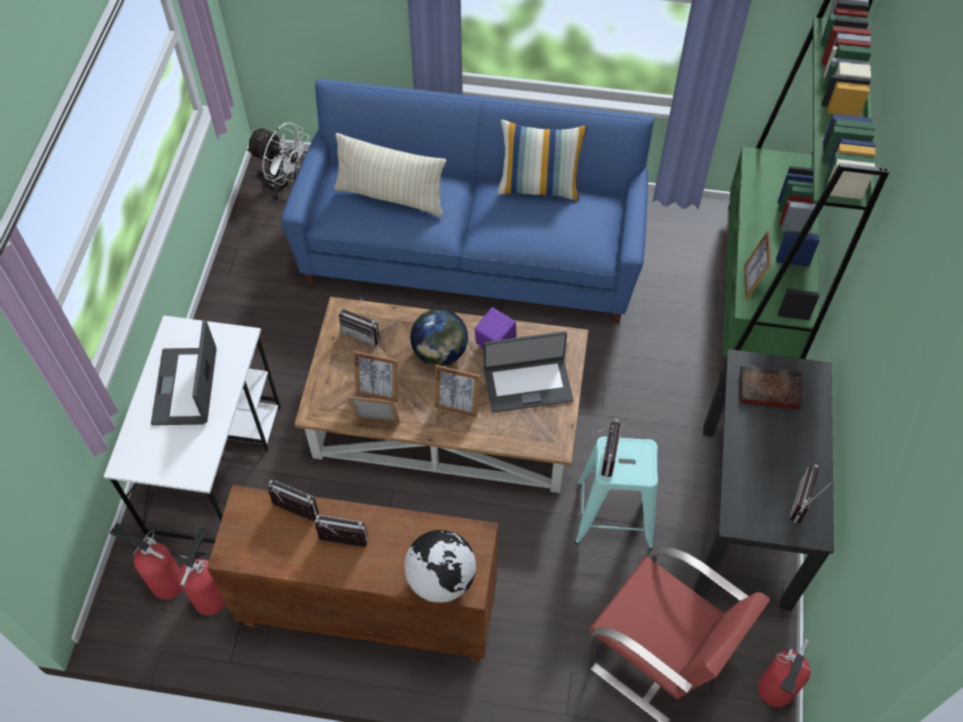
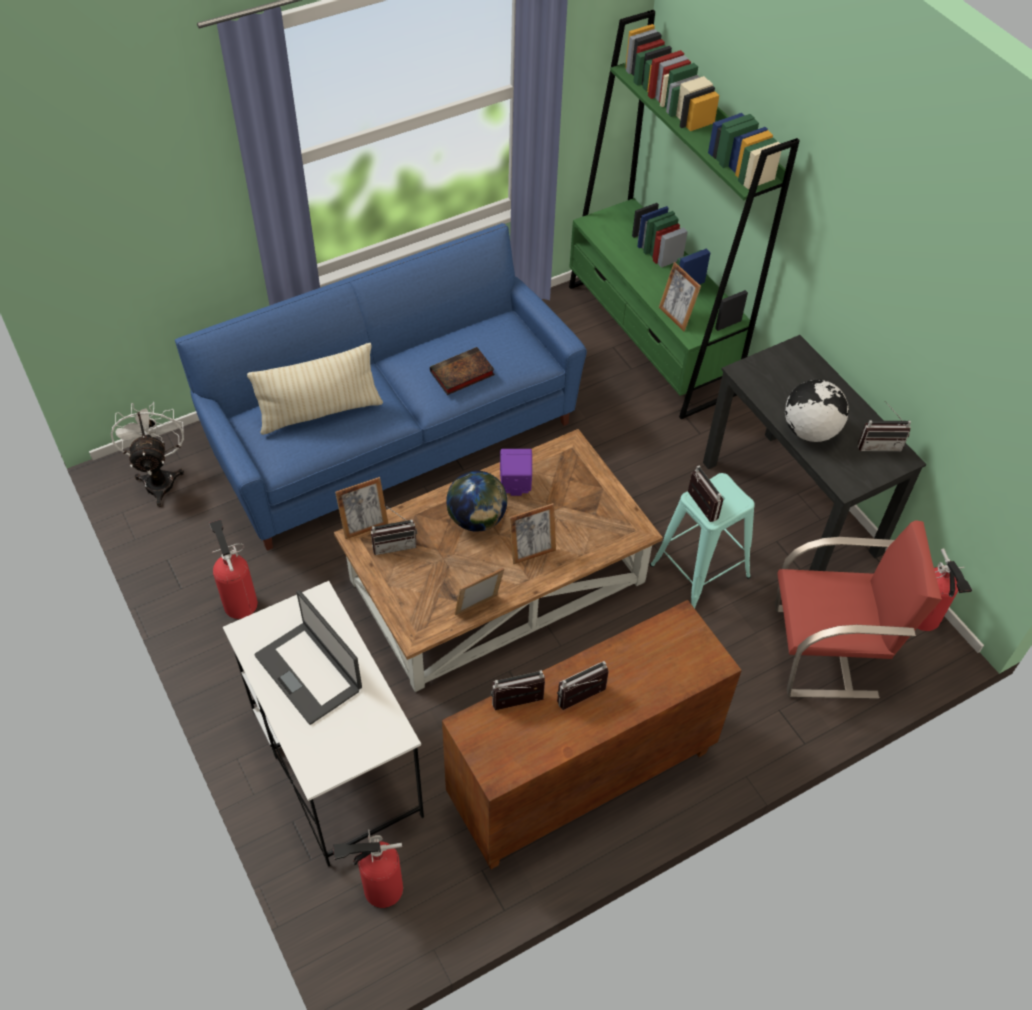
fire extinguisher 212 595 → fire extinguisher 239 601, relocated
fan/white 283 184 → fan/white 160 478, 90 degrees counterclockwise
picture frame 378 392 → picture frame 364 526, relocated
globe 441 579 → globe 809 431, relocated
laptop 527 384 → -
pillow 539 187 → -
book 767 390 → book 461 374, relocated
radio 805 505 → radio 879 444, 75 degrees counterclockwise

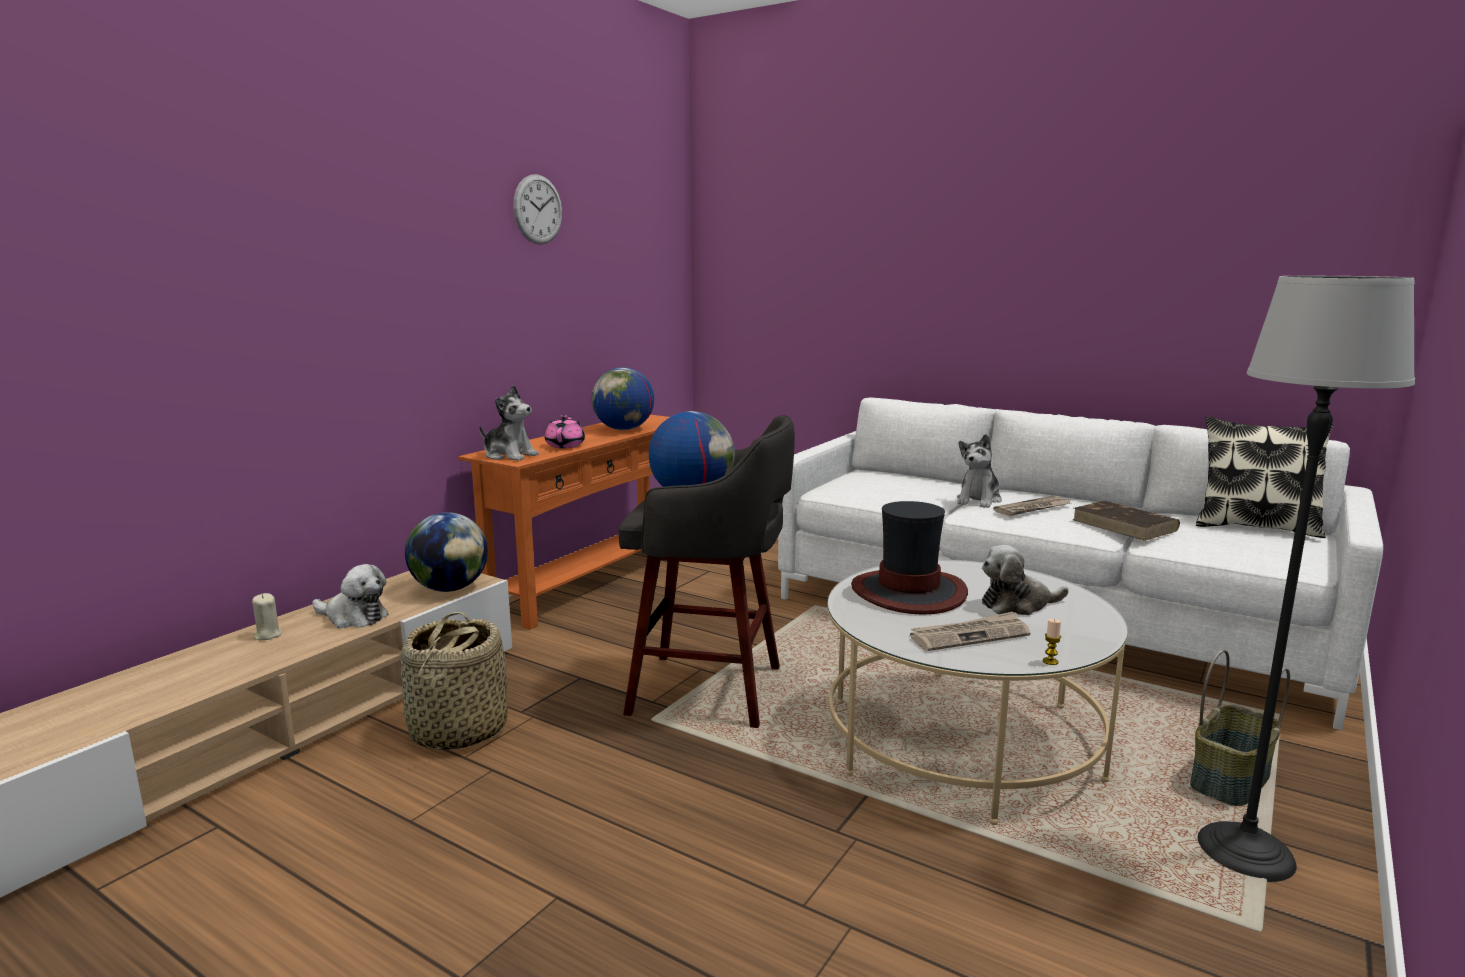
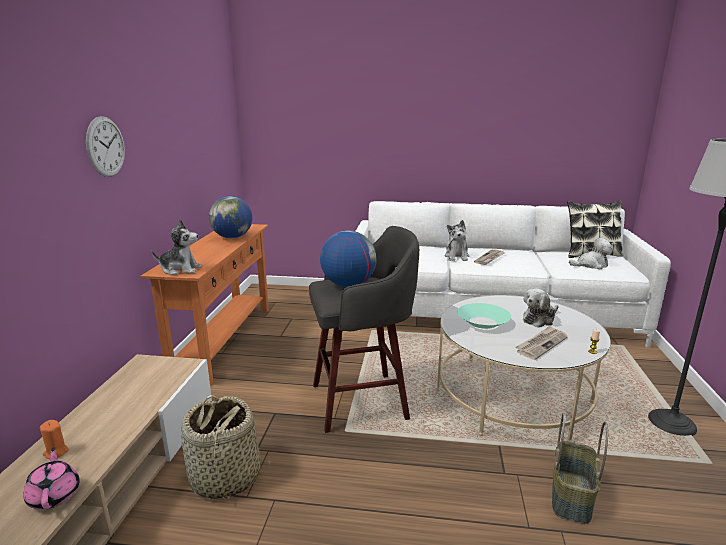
candle/beige 267 635 → candle/orange 56 452
plush toy 353 617 → plush toy 591 265, relocated
globe 450 588 → -
wall clock 538 209 → wall clock 105 147, relocated
teapot/pink 565 445 → teapot/pink 55 495, relocated
hat 909 592 → bowl/turquoise 482 322
book/brown 1125 525 → -
basket 1231 781 → basket 572 497, relocated

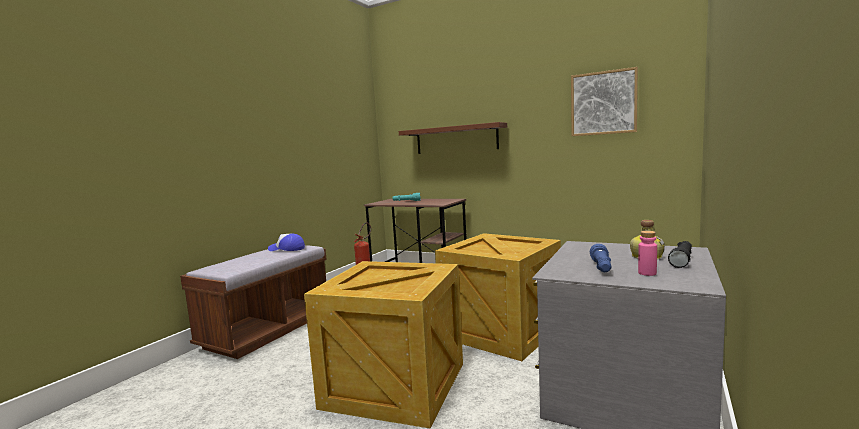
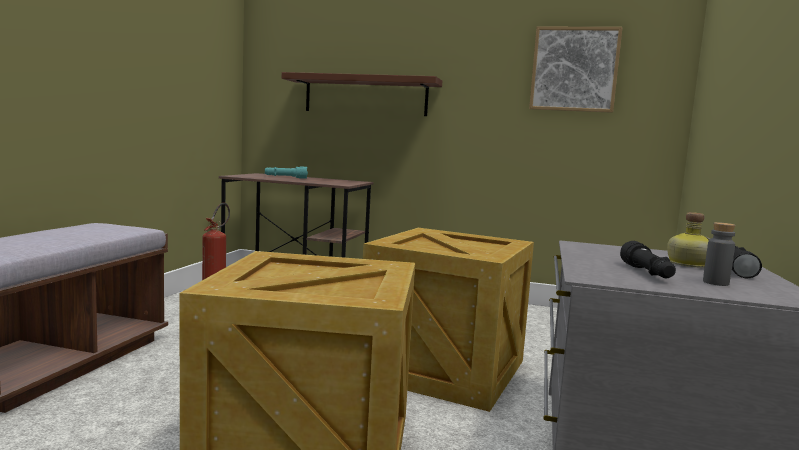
cap 287 249 → -
flashlight/blue 601 267 → flashlight/black 647 273
bottle/pink 647 273 → bottle/grey 715 283

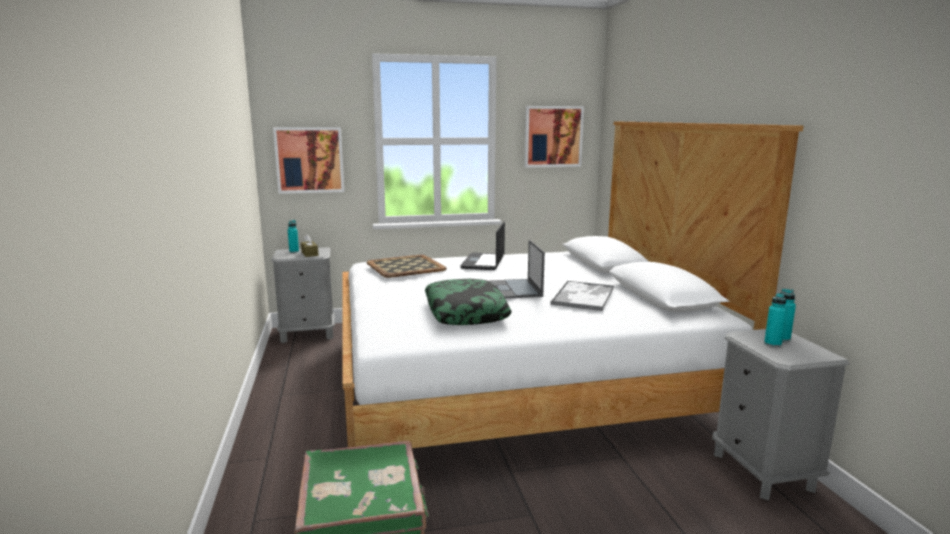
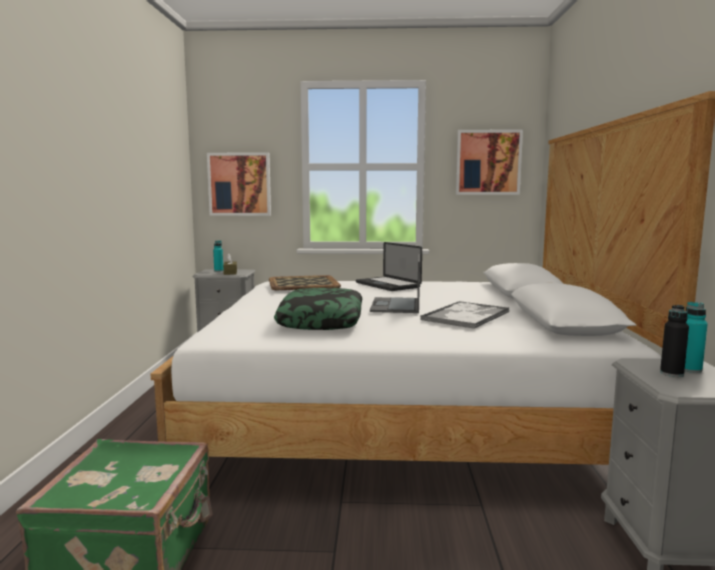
laptop 483 262 → laptop 387 285, 60 degrees counterclockwise
bottle/turquoise 772 344 → bottle/black 671 373

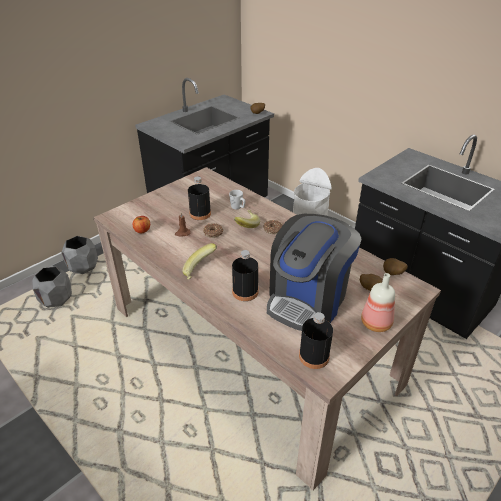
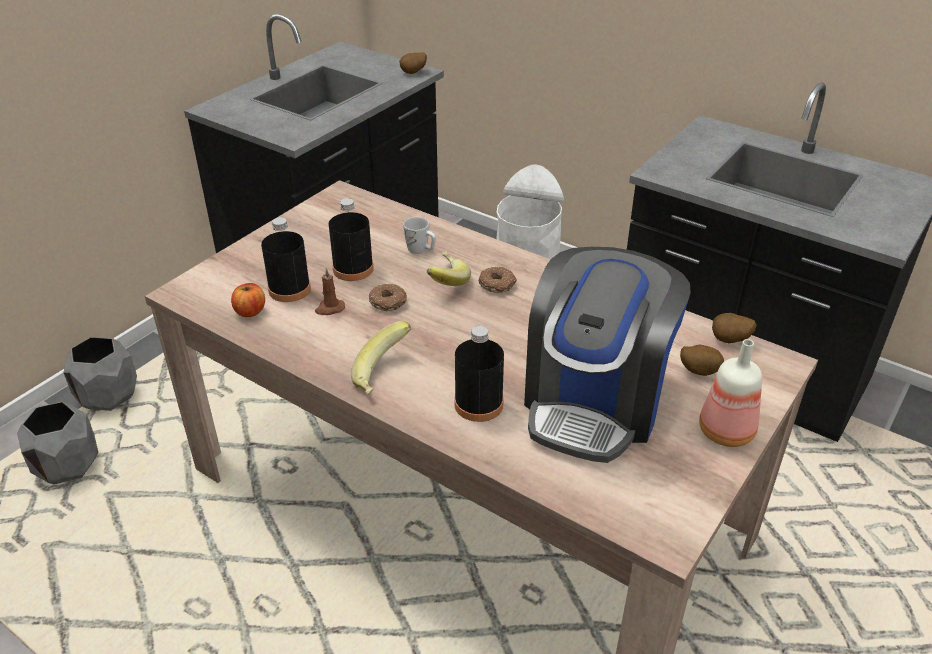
bottle/black 314 356 → bottle/black 289 289, relocated

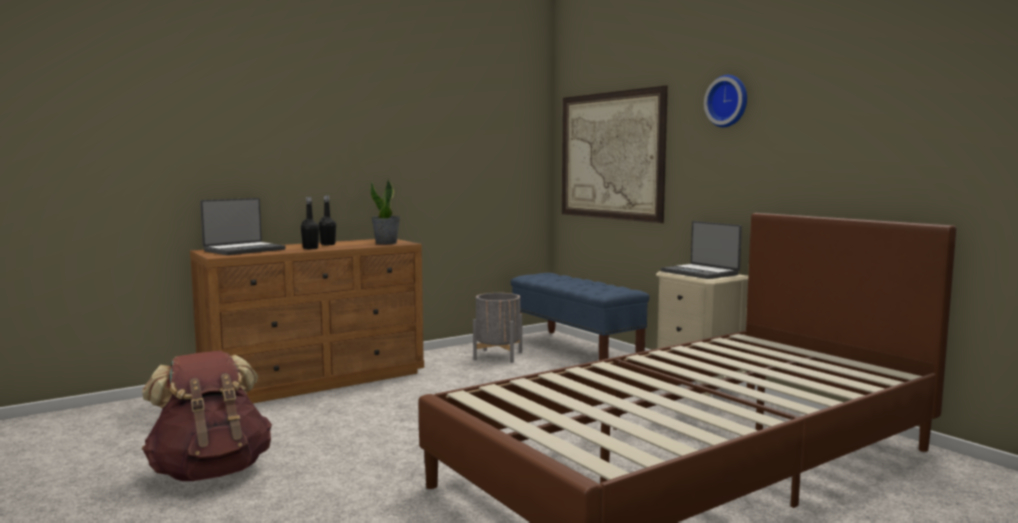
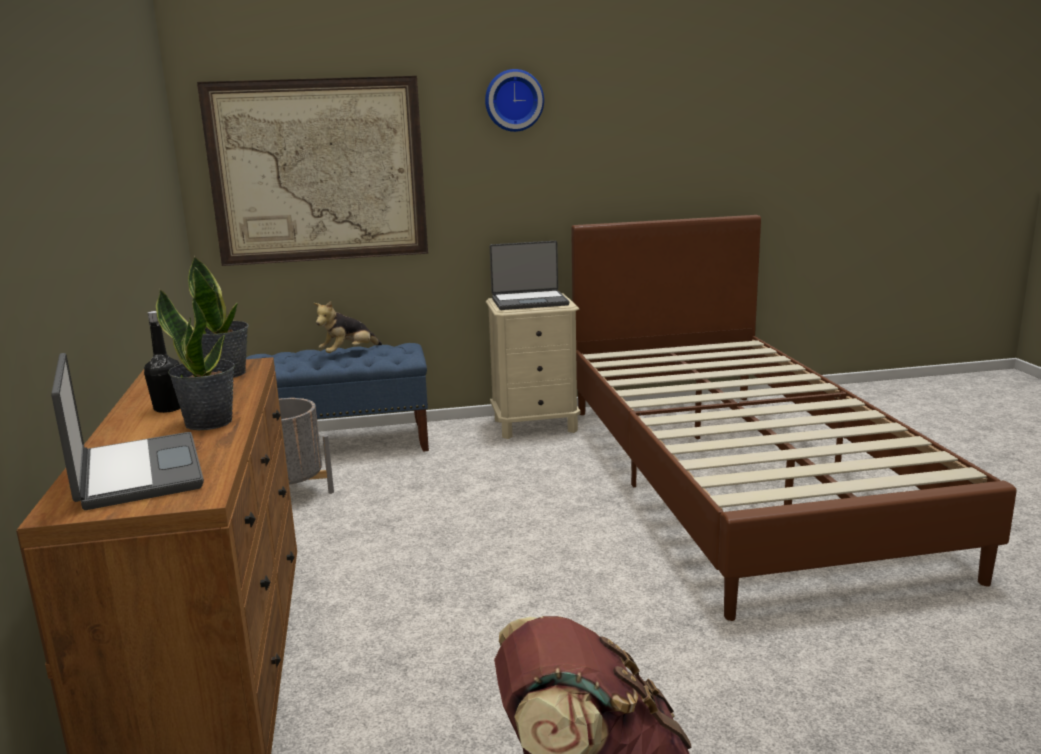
bottle/black 310 248 → potted plant 209 422
- → plush toy 348 353

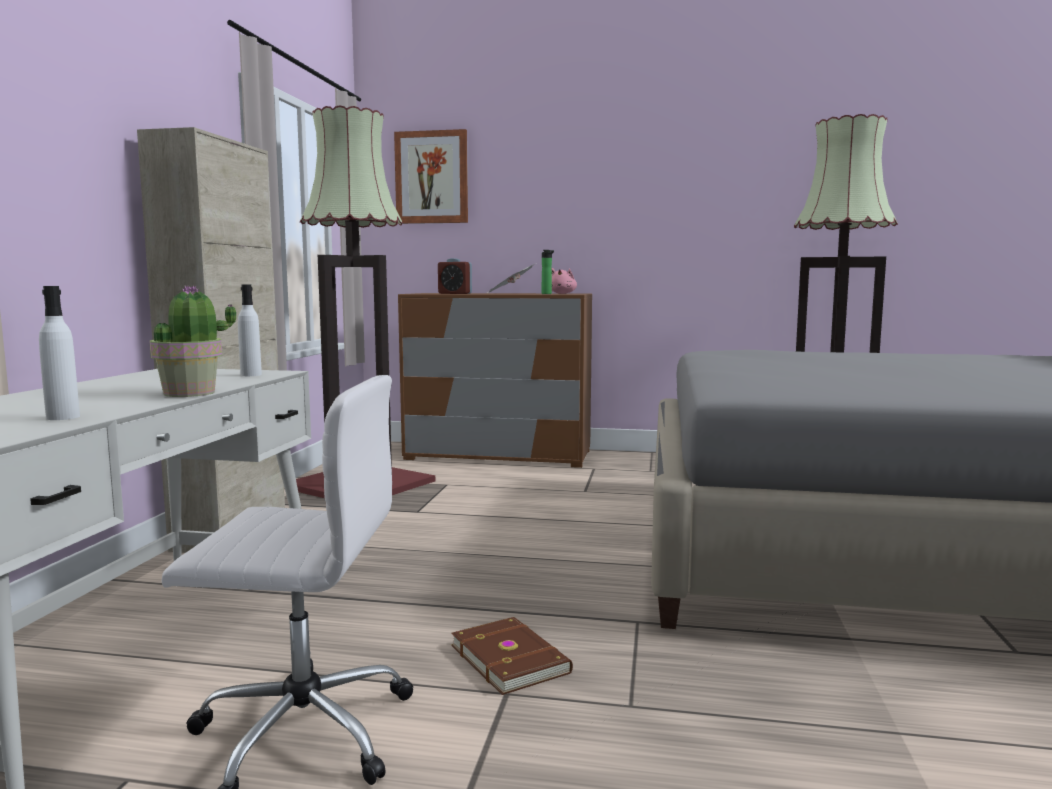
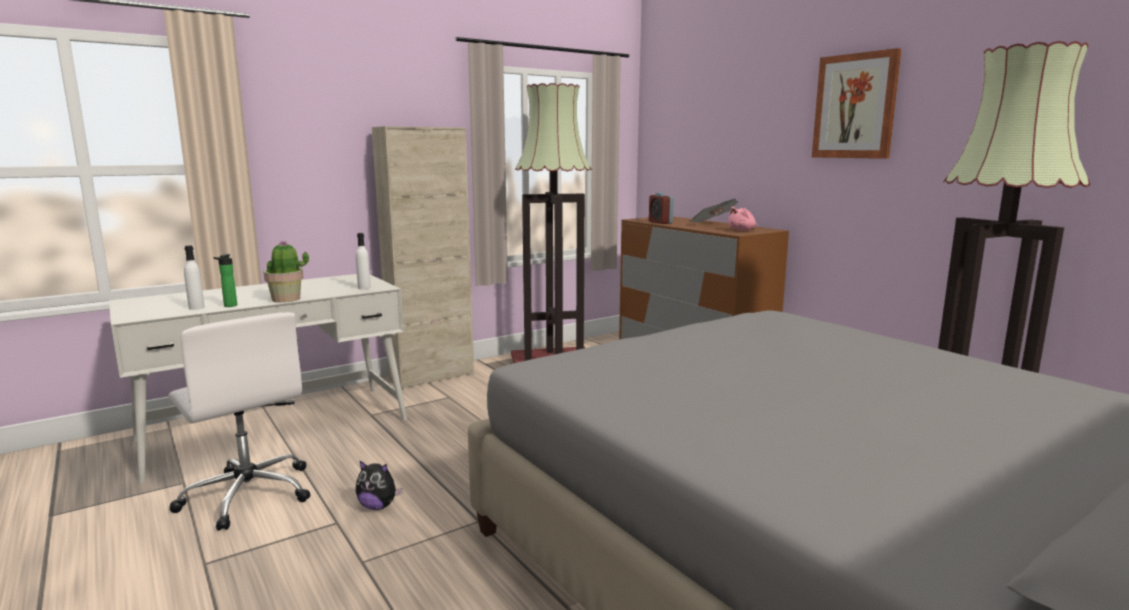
picture 432 177 → picture 855 106, relocated
book/brown 511 658 → plush toy 378 506
bottle 547 294 → bottle 229 306, relocated

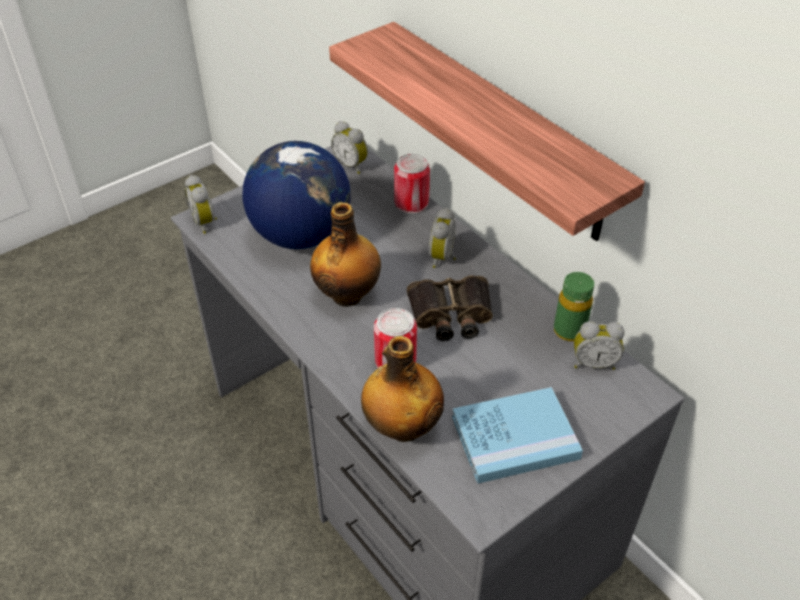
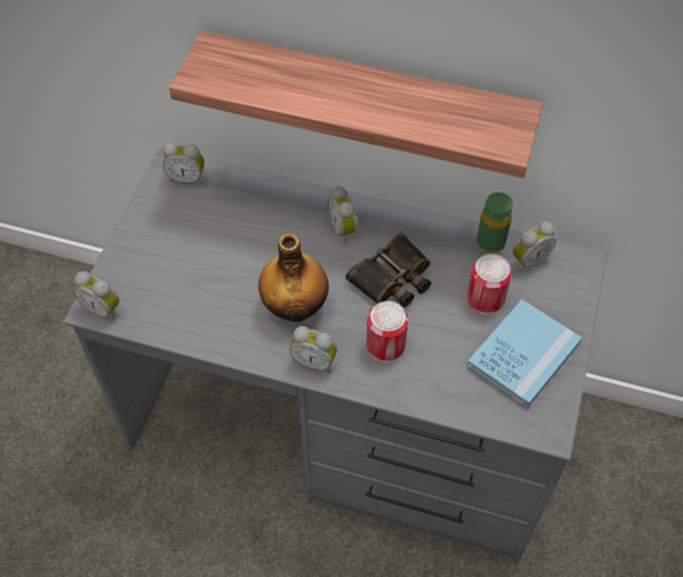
globe 300 235 → -
bottle 402 426 → -
can 411 202 → can 485 299, relocated
- → alarm clock 315 361

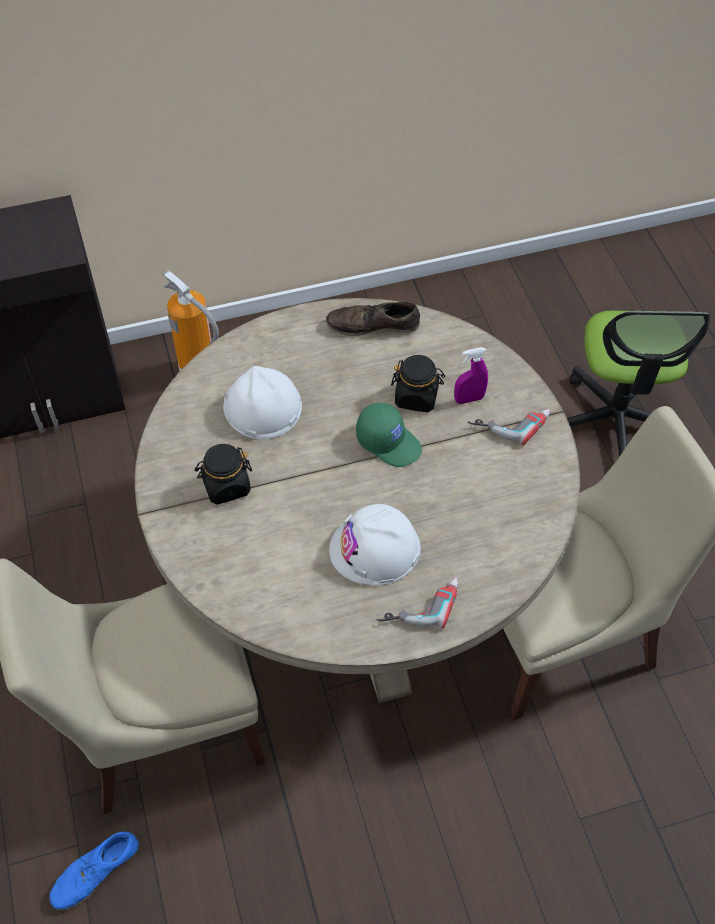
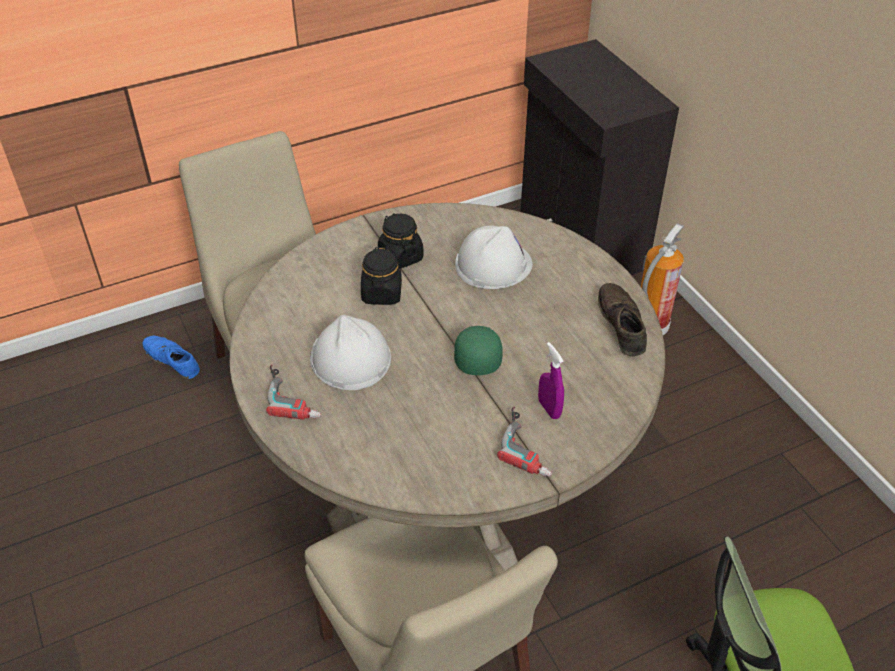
cap/green 389 441 → cap/green 476 354, 150 degrees clockwise
jar/black 416 397 → jar/black 382 294, relocated

